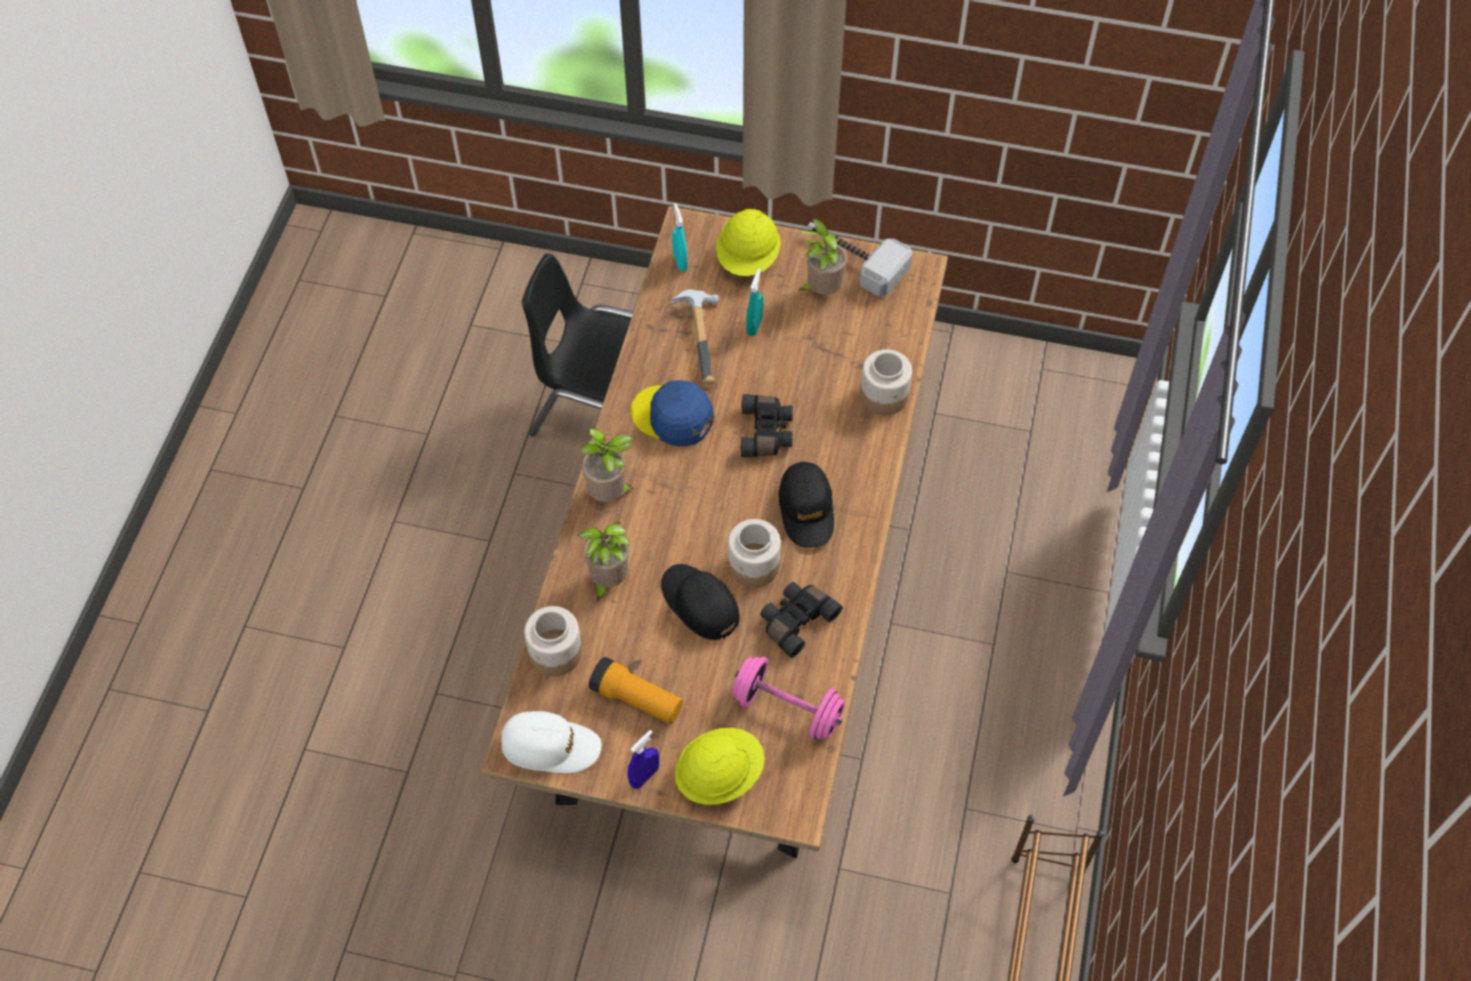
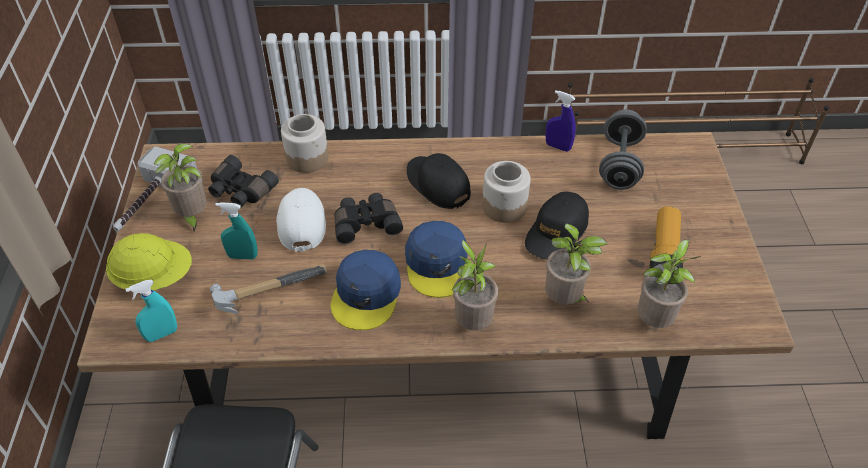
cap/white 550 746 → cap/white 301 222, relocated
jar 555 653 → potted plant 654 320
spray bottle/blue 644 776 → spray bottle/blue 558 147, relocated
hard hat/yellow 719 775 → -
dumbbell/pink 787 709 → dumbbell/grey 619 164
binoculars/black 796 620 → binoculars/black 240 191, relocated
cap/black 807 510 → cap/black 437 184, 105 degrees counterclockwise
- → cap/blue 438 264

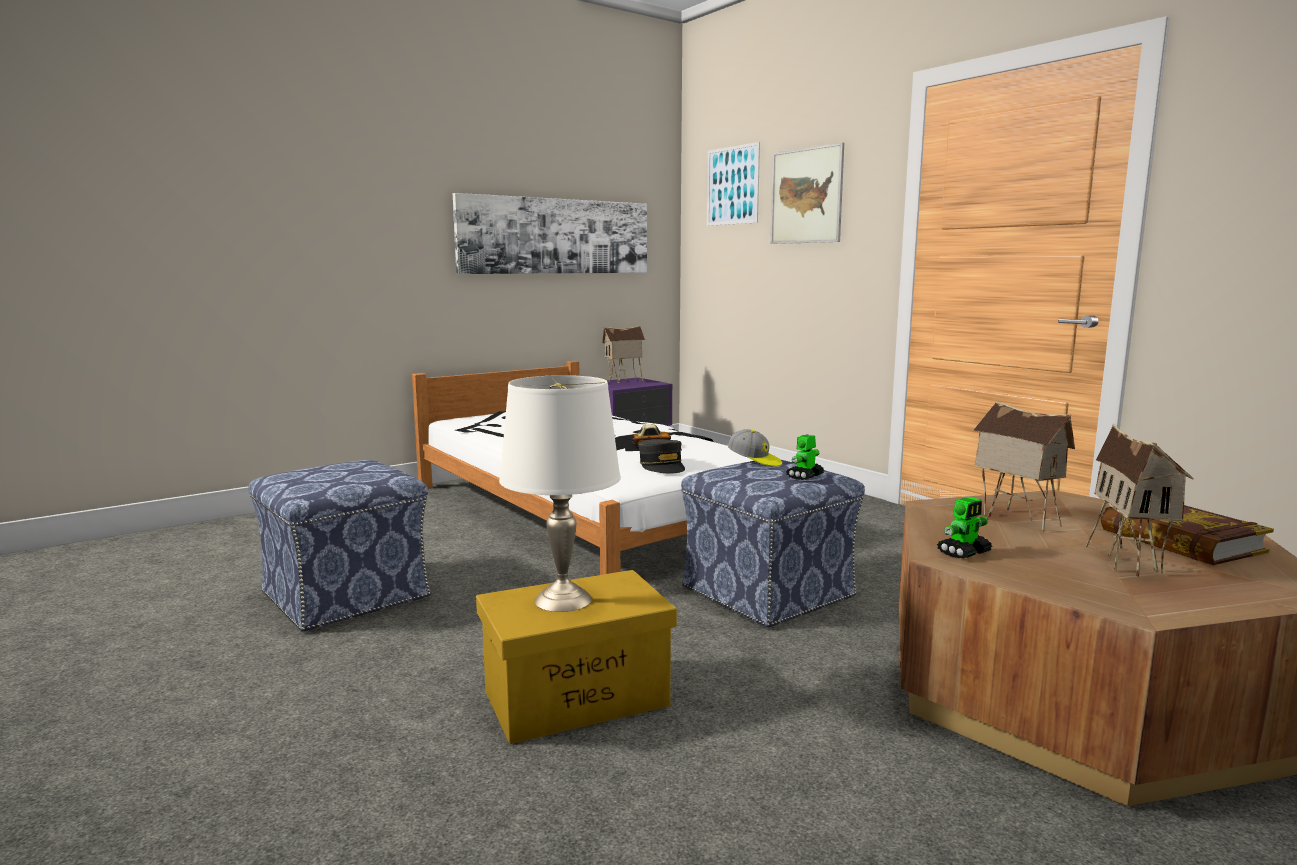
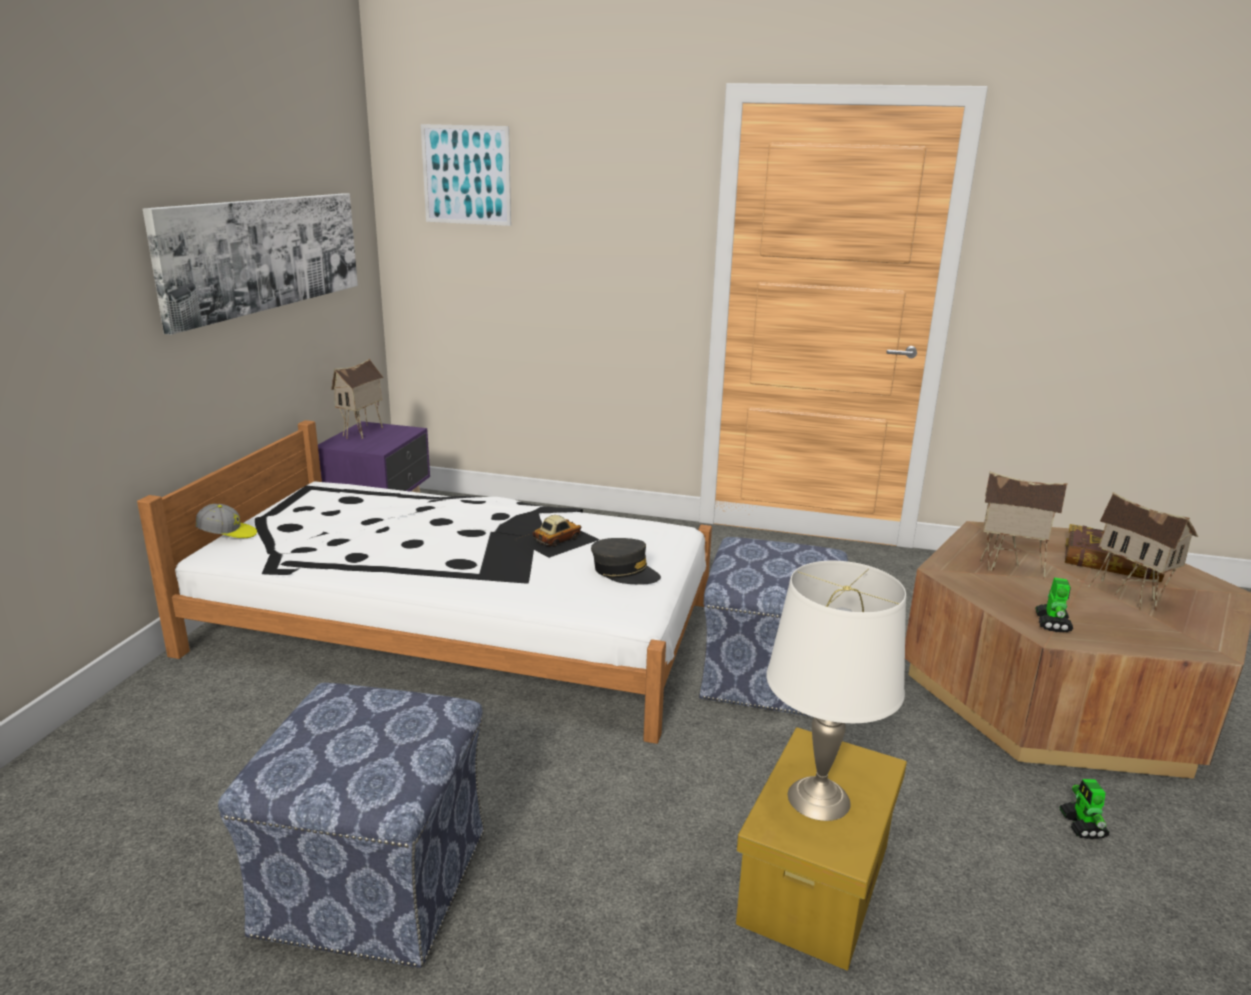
cap 755 461 → cap 227 534, relocated
picture 806 196 → -
toy robot 804 476 → toy robot 1082 826, relocated

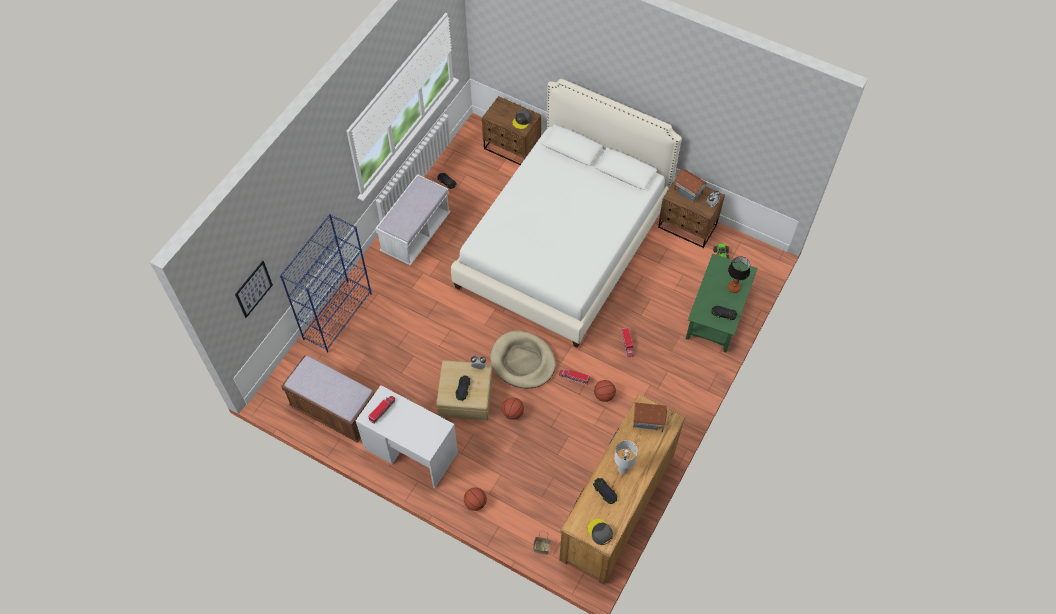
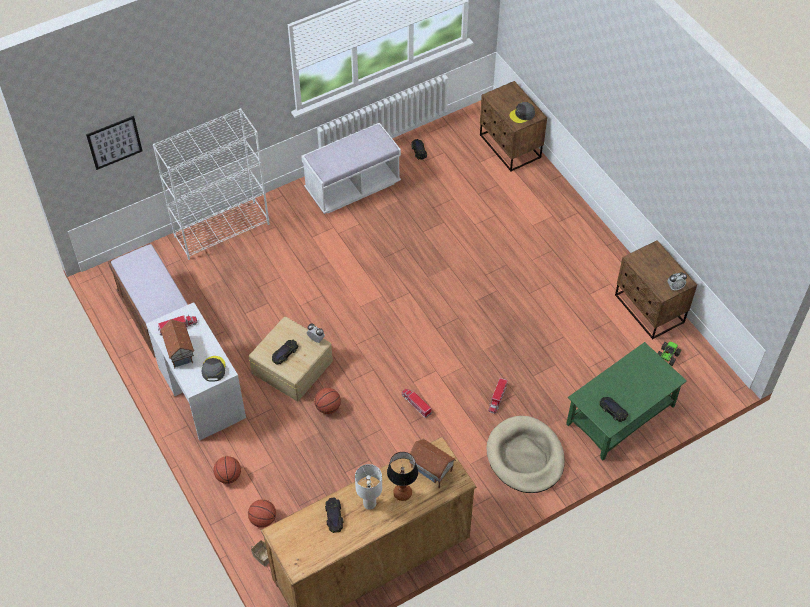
bookcase/blue 337 315 → bookcase/white 222 230
bed/white 563 245 → -
dog bed/beige 523 361 → dog bed/beige 525 457, relocated
cap/grey 600 532 → cap/grey 213 369, relocated
basketball 604 395 → basketball 263 519, relocated
toy house 688 191 → toy house 180 352, relocated
table lamp 733 288 → table lamp 402 493, relocated

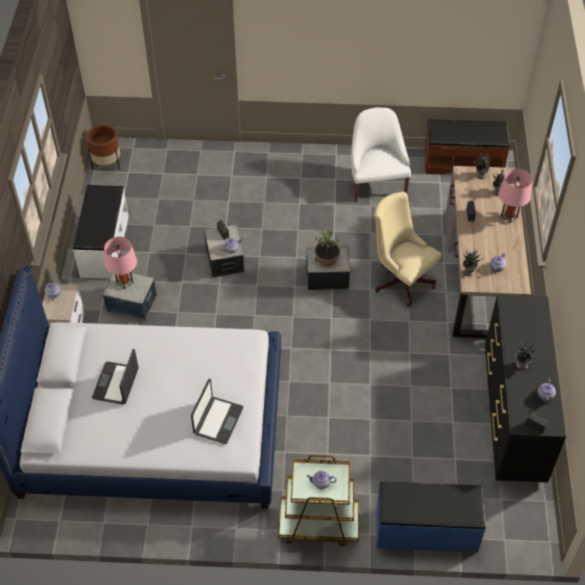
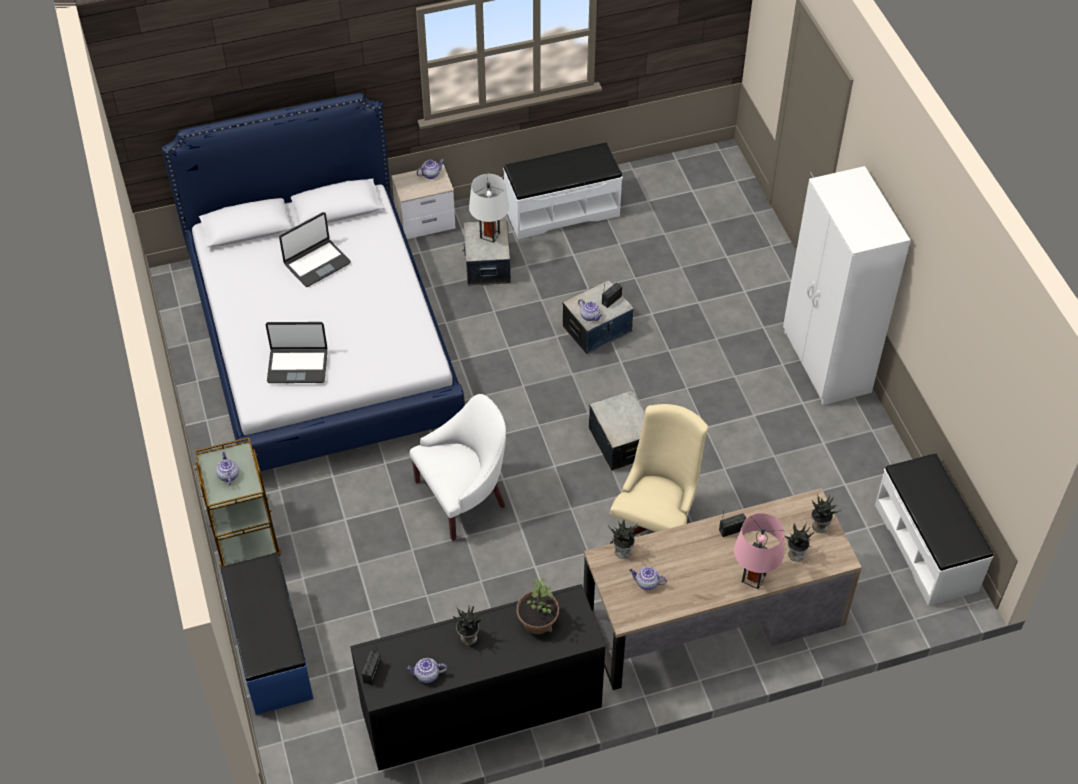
planter/brown 107 163 → -
laptop 116 383 → laptop 316 263, 150 degrees clockwise
table lamp/pink 124 282 → table lamp/white 489 235
potted plant 327 259 → potted plant 537 621, relocated
armchair/white 376 183 → armchair/white 463 497, relocated
bench/brown 463 162 → bench/white 926 547
- → wardrobe/white 826 363

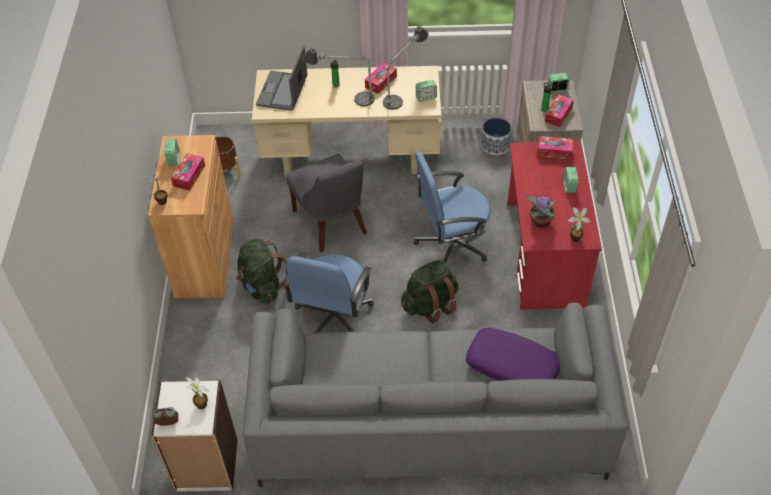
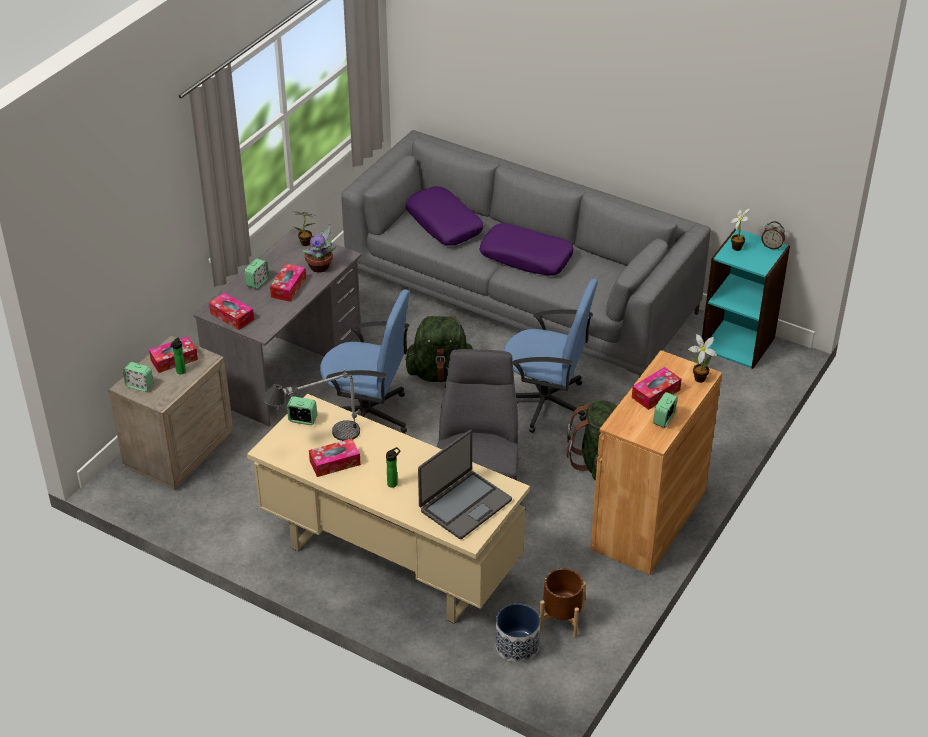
bookcase/white 206 466 → bookcase/turquoise 738 343
office chair/blue 333 317 → office chair/blue 545 403, 60 degrees clockwise
table lamp 343 98 → -
planter 495 145 → planter 516 646, relocated
desk/red 544 254 → desk/grey 286 367
- → tissue box 288 287
- → pillow/purple 526 257

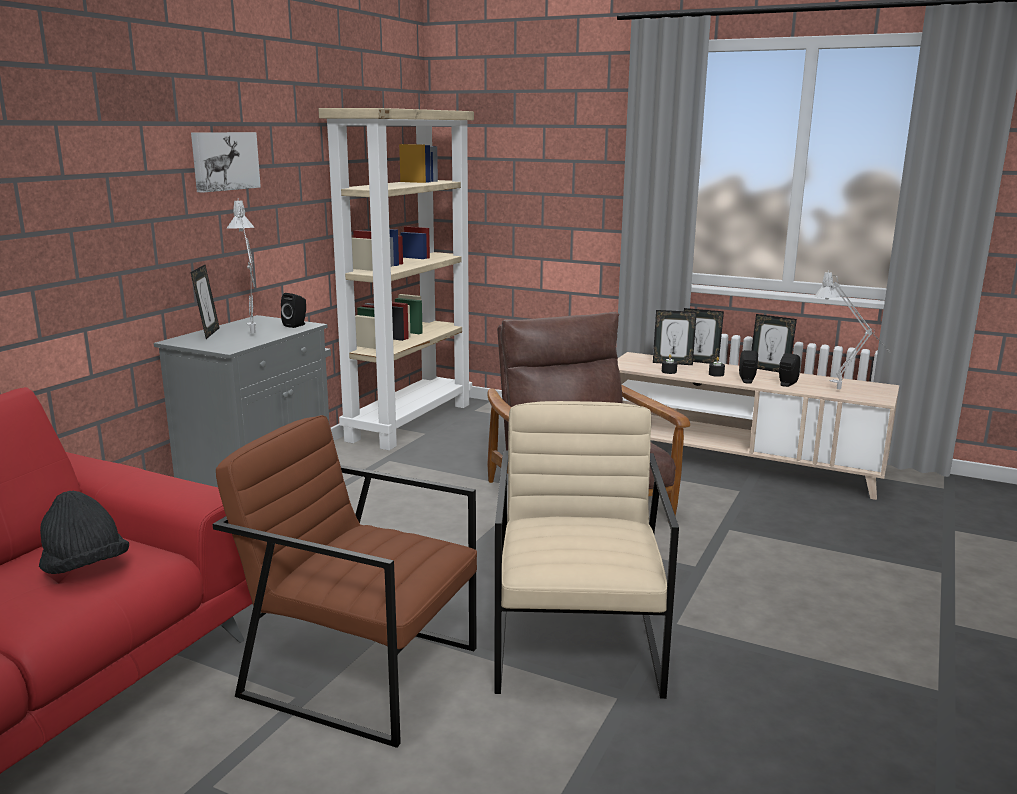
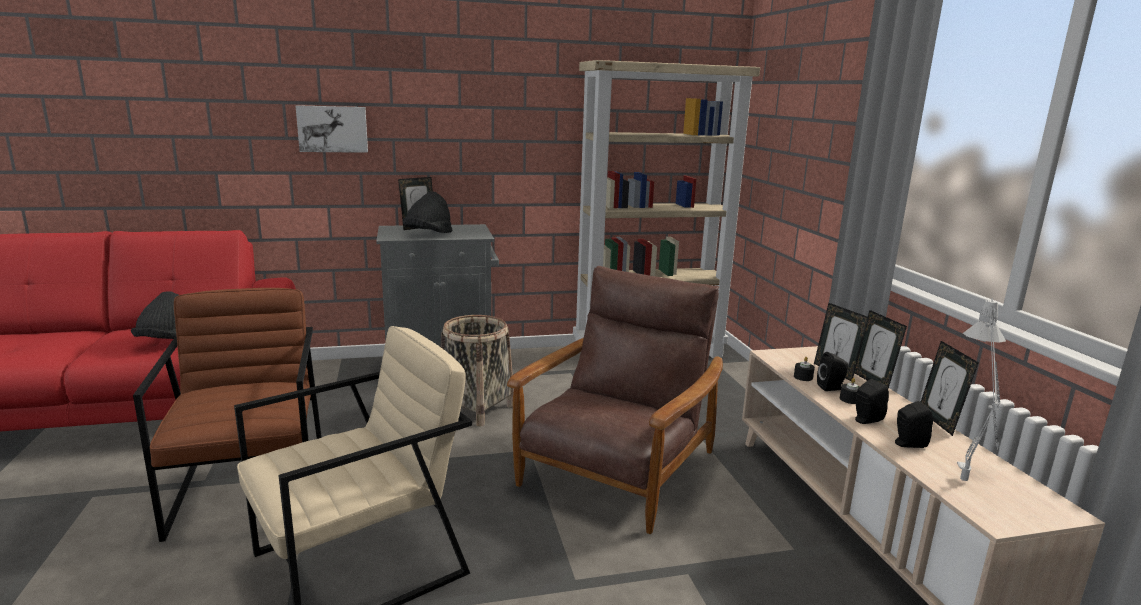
picture 224 161 → picture 333 129, relocated
table lamp/grey 254 336 → hat/black 428 235
speaker/black 296 325 → speaker/black 831 388, relocated
- → basket 476 408

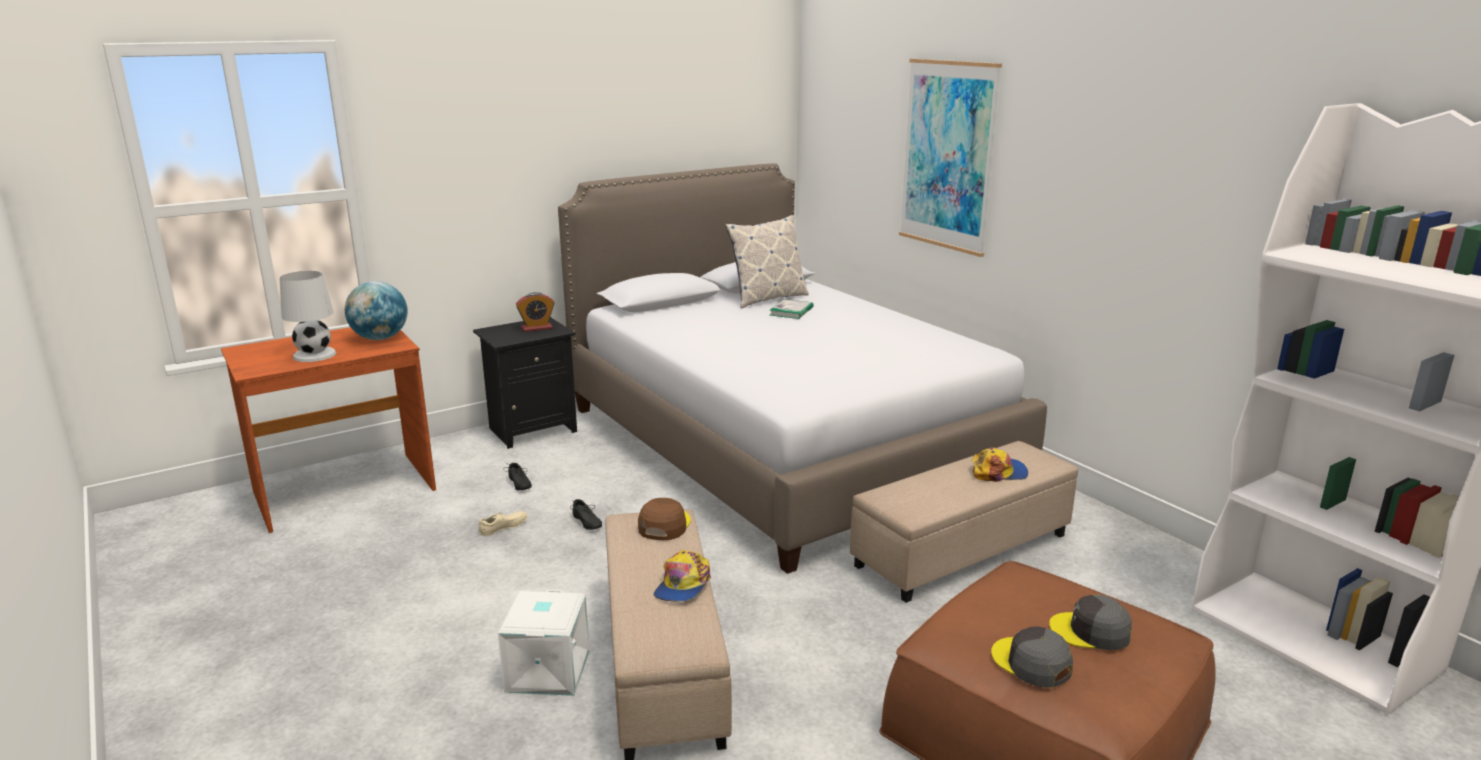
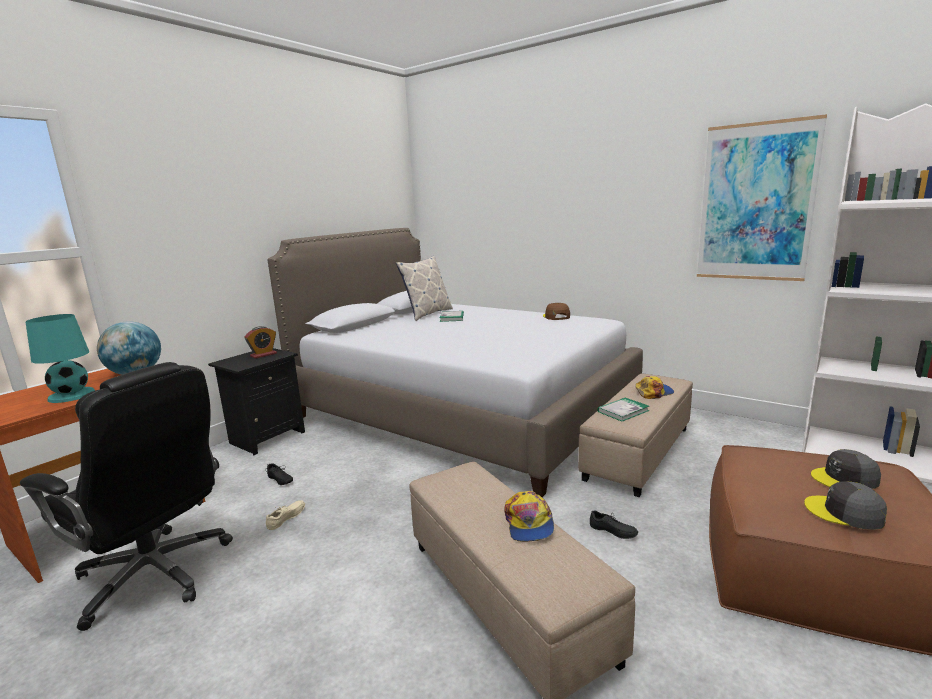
table lamp/white 314 355 → table lamp/turquoise 71 395
storage box/white 546 670 → -
shoe/black 585 522 → shoe/black 612 532, relocated
cap/brown 664 525 → cap/brown 556 316, relocated
picture 947 156 → picture 756 203, relocated
- → office chair/black 156 575
- → book 623 411

